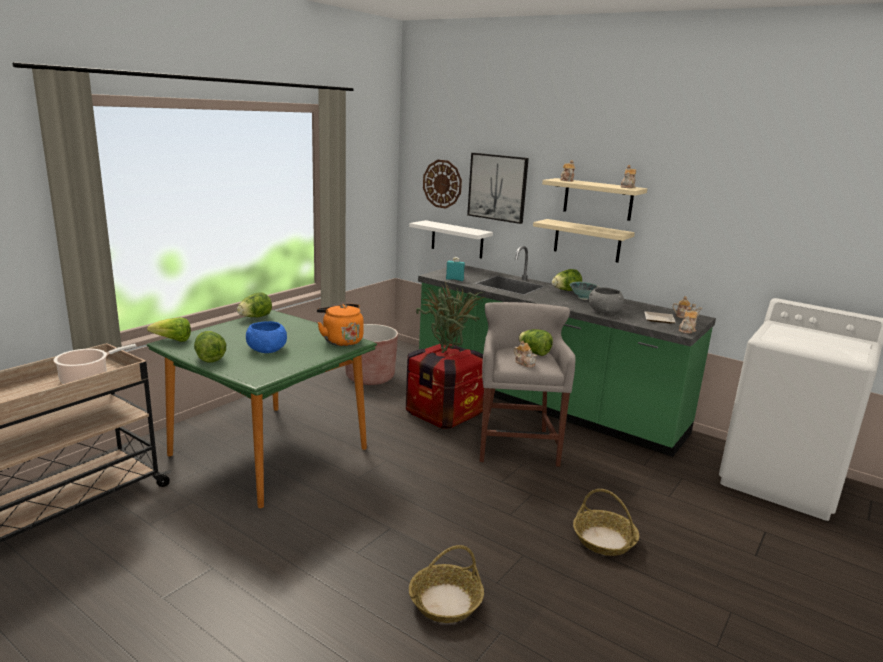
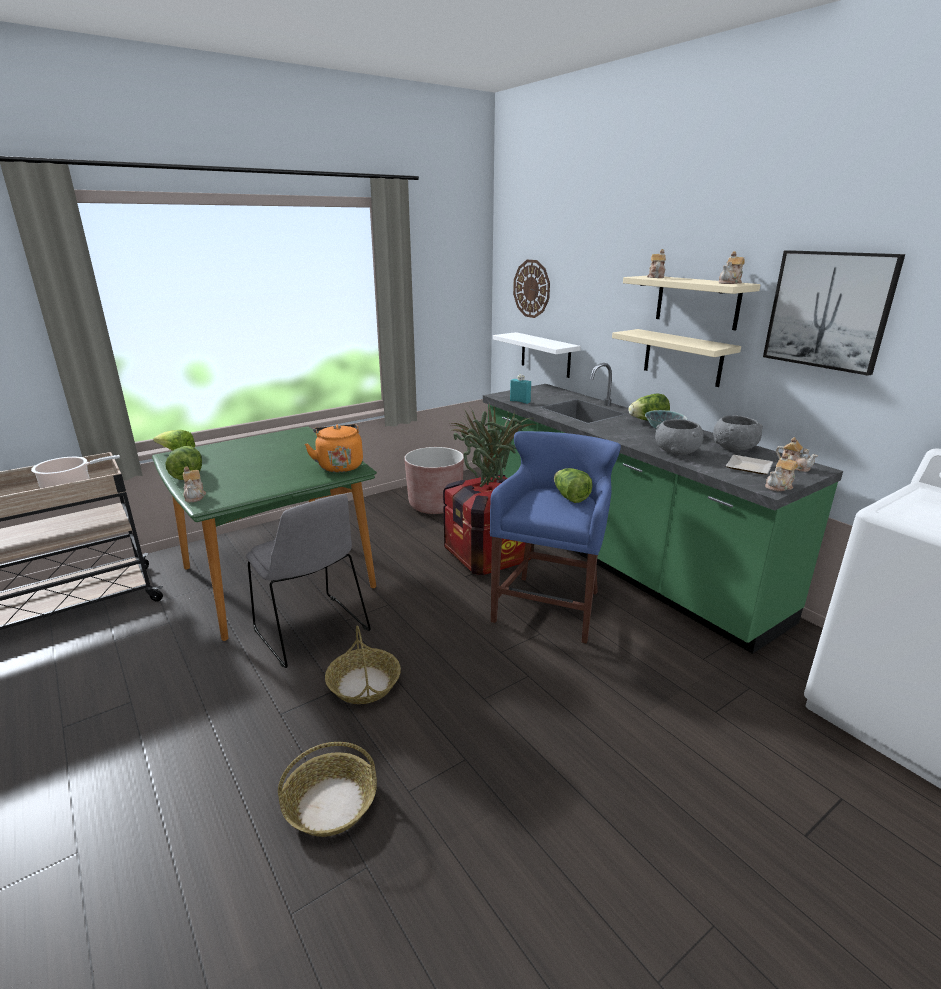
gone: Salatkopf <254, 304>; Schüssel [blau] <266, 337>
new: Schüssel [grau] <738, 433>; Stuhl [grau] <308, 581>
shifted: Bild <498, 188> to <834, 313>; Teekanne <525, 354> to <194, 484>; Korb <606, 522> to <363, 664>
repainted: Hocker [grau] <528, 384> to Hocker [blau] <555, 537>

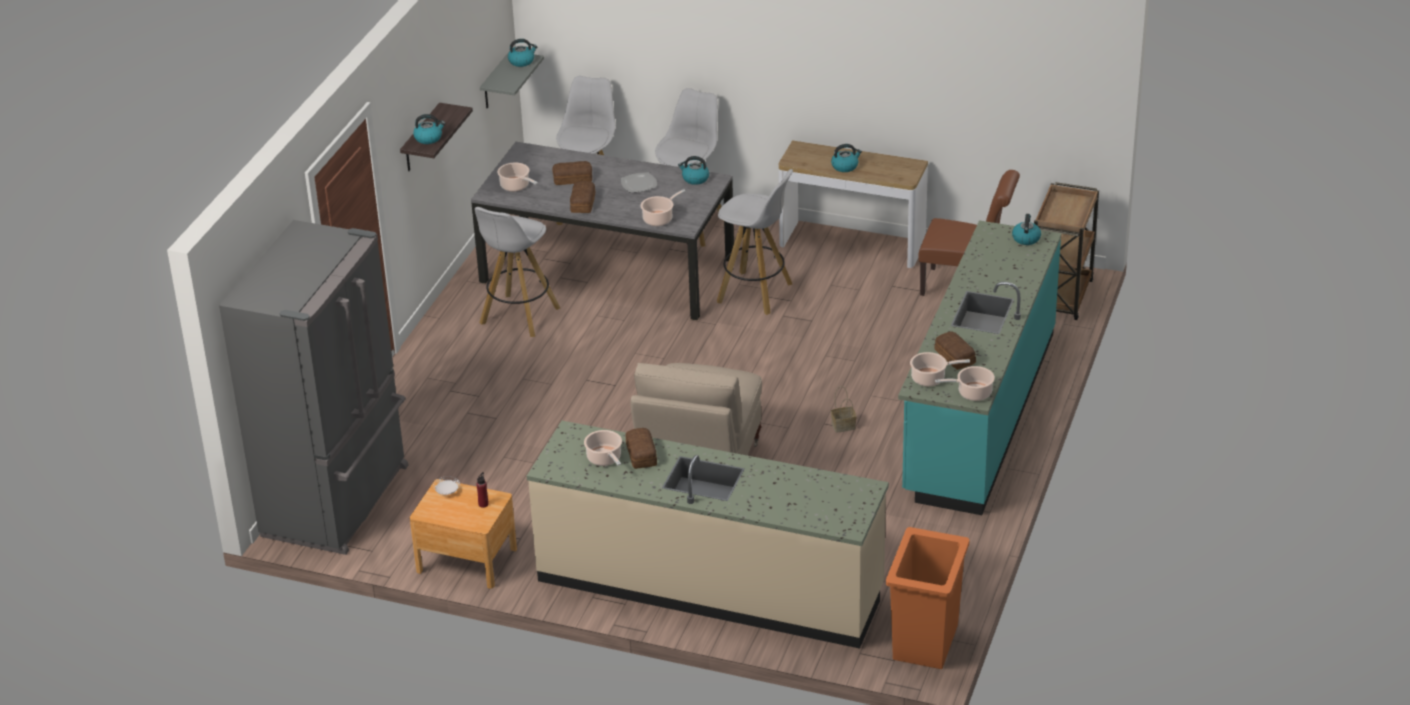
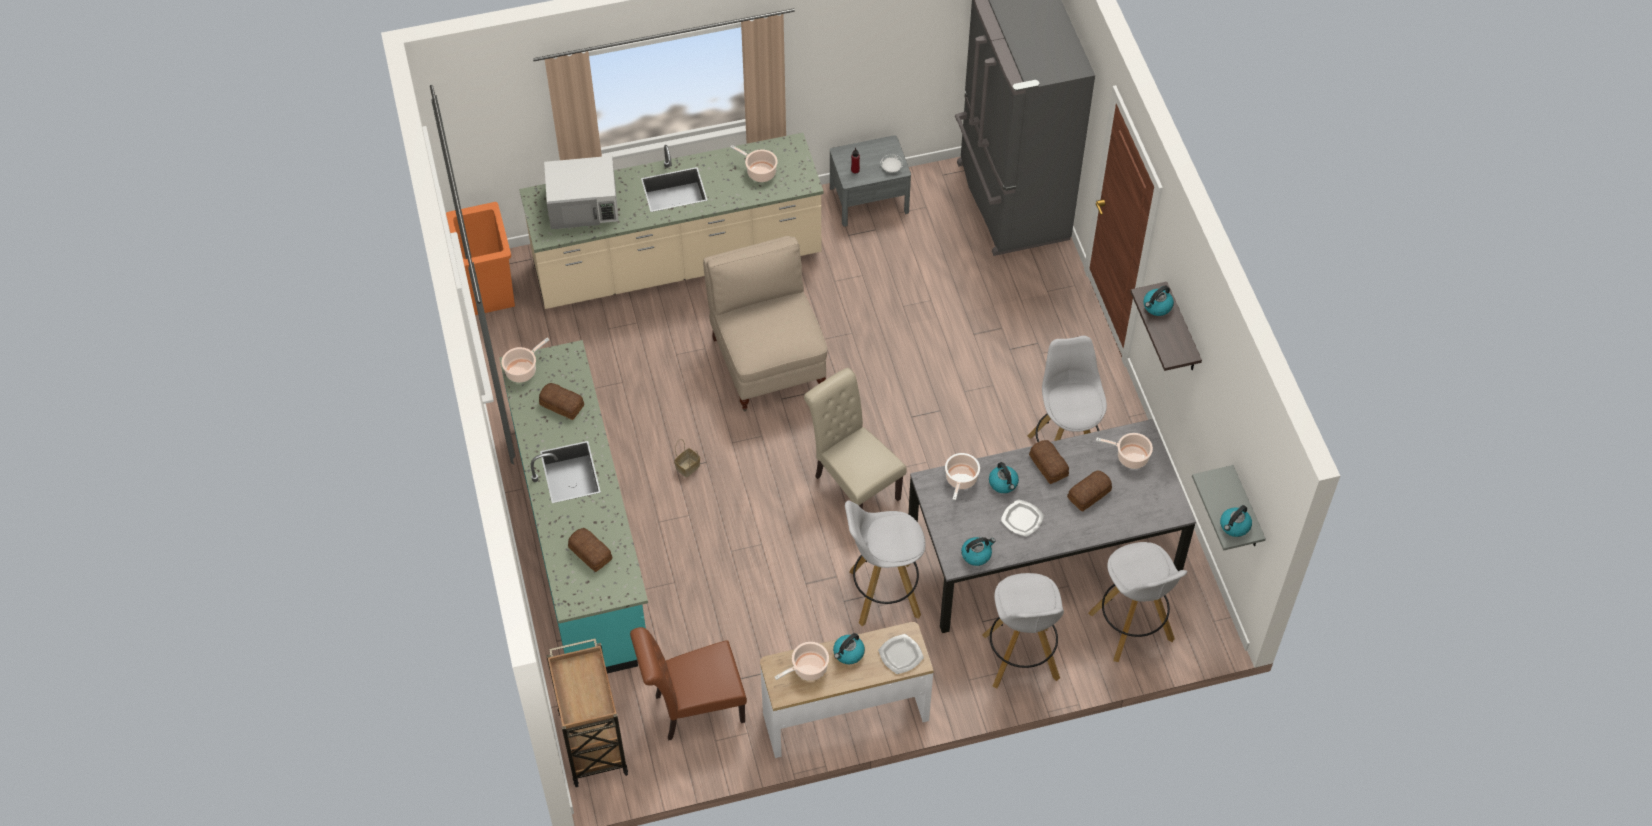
new: Mikrowelle [weiß] <581, 192>; Stuhl [beige] <855, 438>; Teller <901, 654>
shifted: Wasserkessel <1026, 229> to <1004, 477>; Kochtopf <940, 369> to <801, 661>; Brot <641, 448> to <590, 550>
repainted: Nachttisch [braun] <463, 534> to Nachttisch [grau] <870, 181>

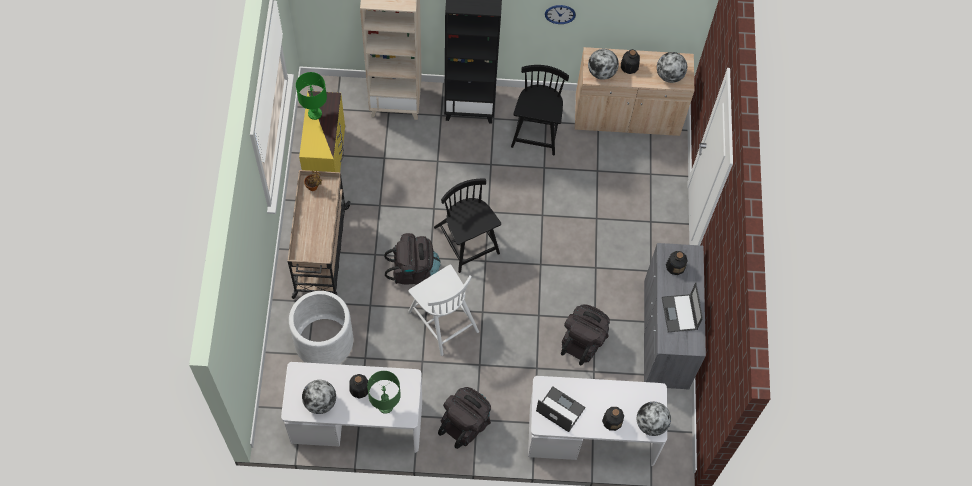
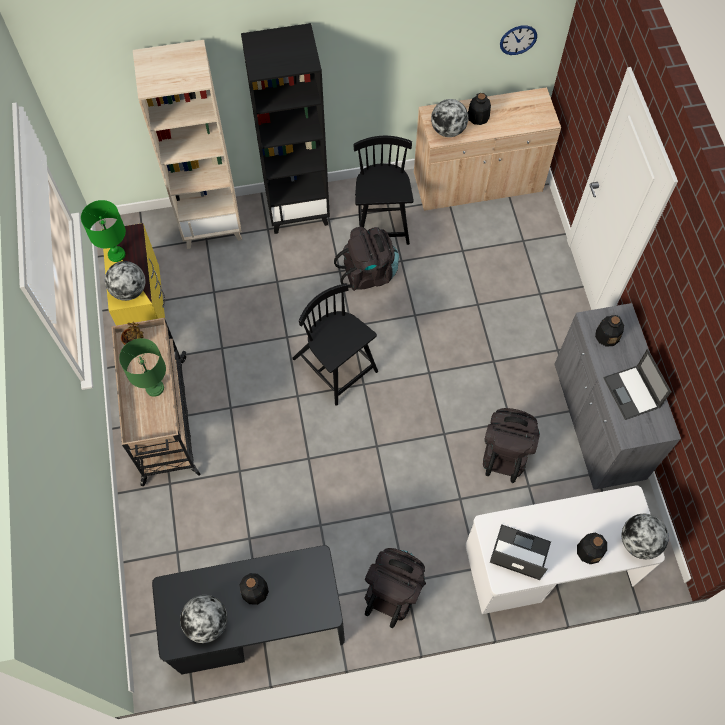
gone: Stuhl [weiß] <443, 310>; Pflanzkübel [weiß] <321, 327>
shifted: Wanduhr <560, 14> to <518, 40>; Globus <672, 67> to <125, 281>; Rucksack [schwarz] <412, 259> to <366, 259>; Tischlampe [grün] <384, 392> to <142, 367>
repainted: Schreibtisch [weiß] <351, 407> to Schreibtisch [schwarz] <248, 610>

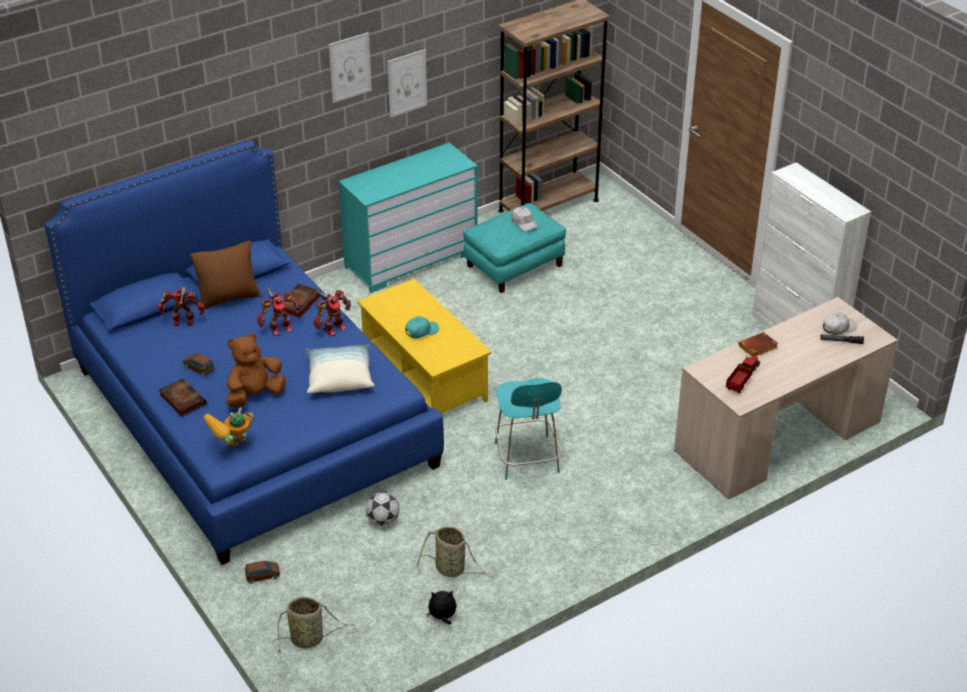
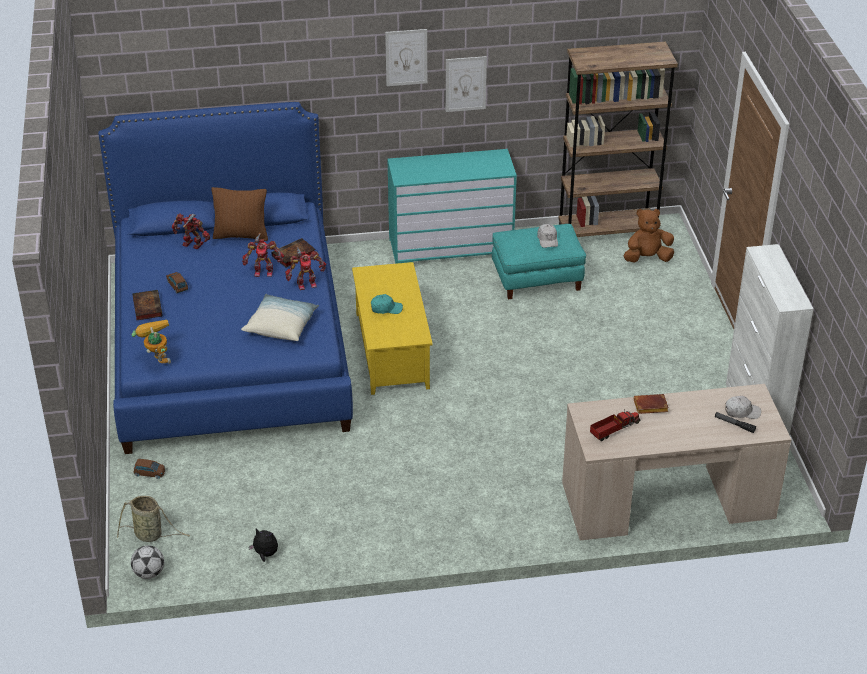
gone: Stuhl [türkis] <528, 429>; Korb <455, 552>
shifted: Plüschtier [braun] <256, 370> to <649, 235>; Fußball <382, 509> to <147, 562>
rotated: Spielzeugroboter <228, 426> = <151, 342> 75 degrees clockwise

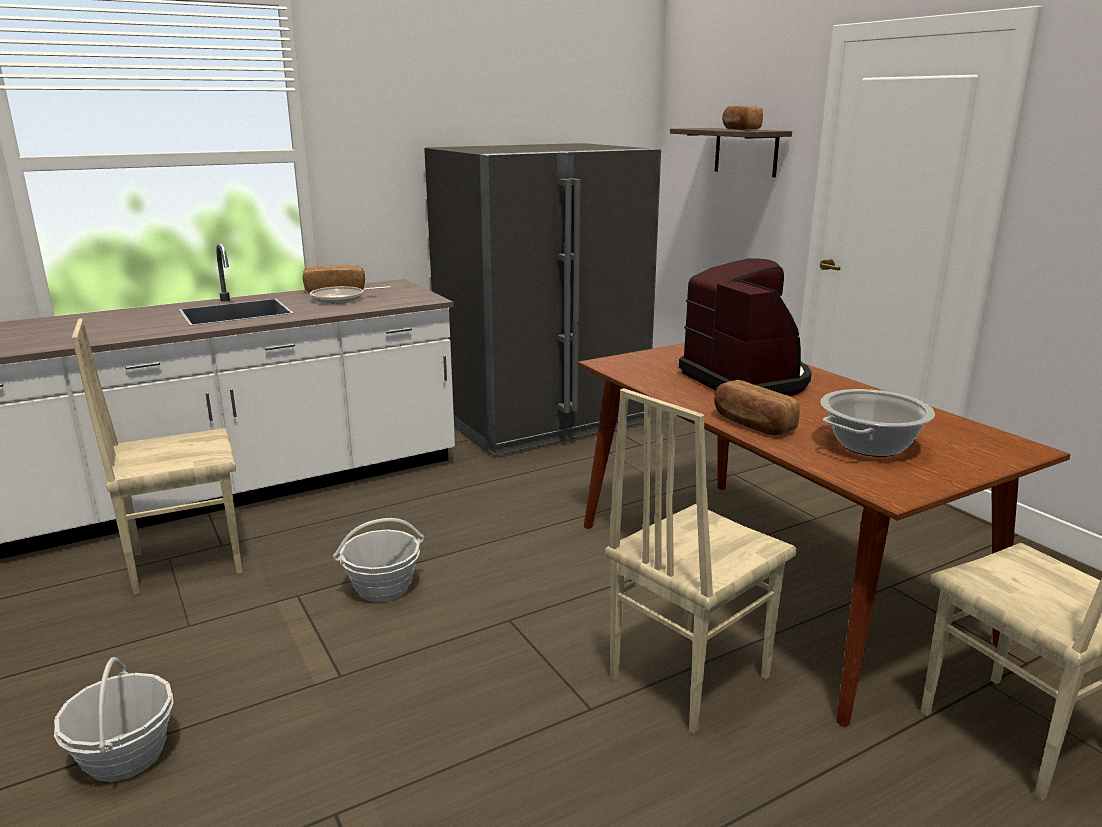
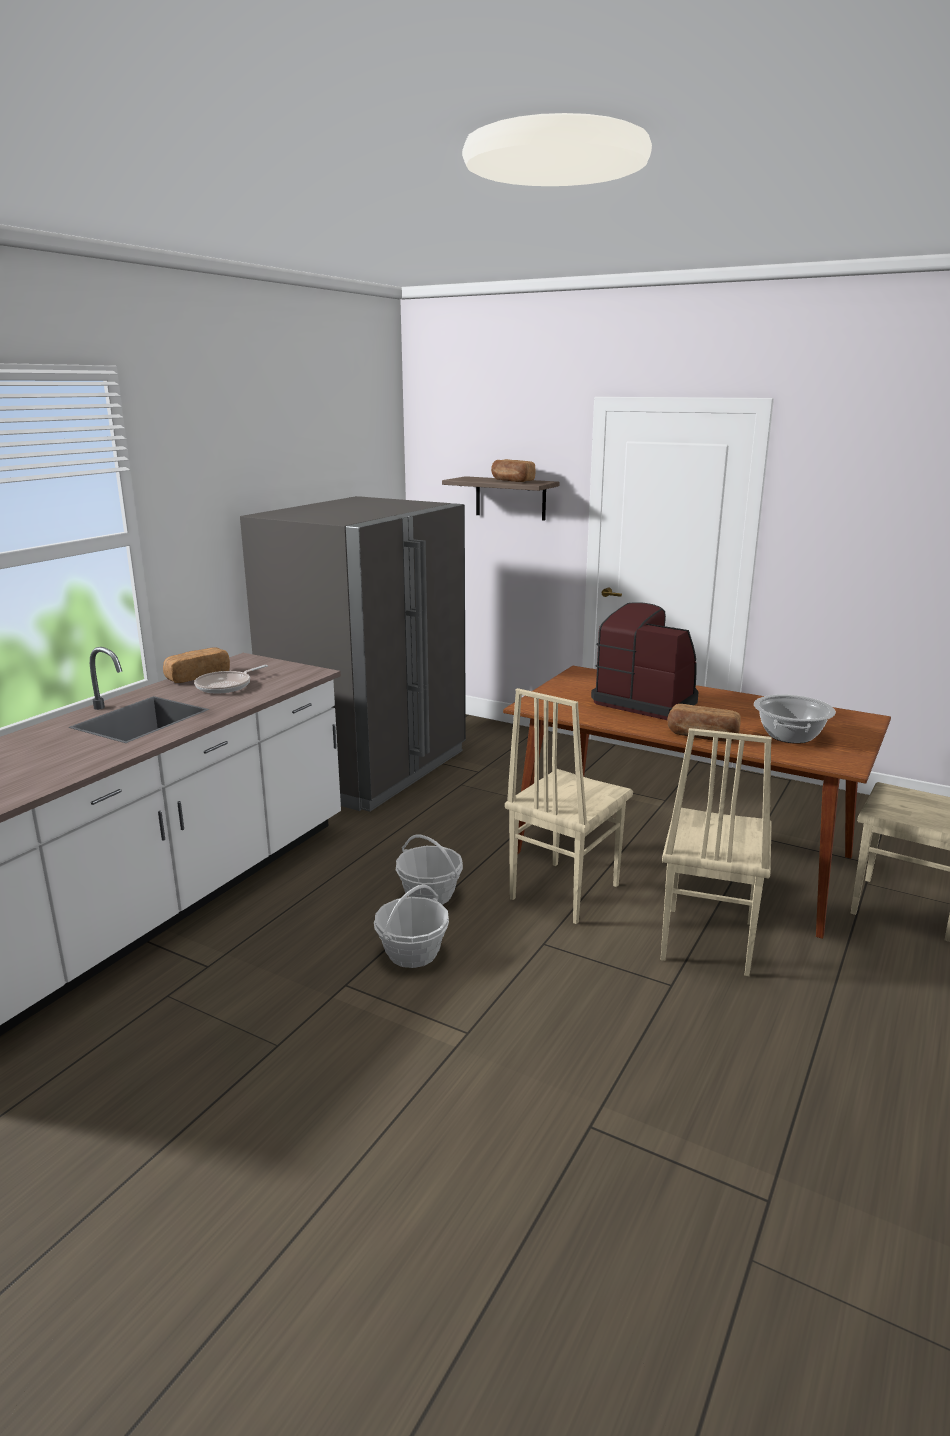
shifted: Stuhl [beige] <157, 456> to <569, 806>; Korb <113, 719> to <429, 870>

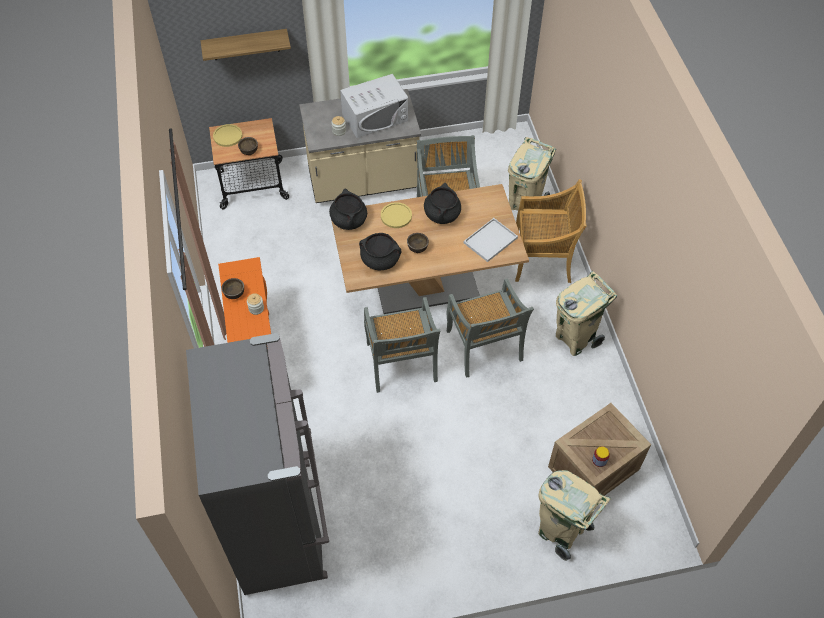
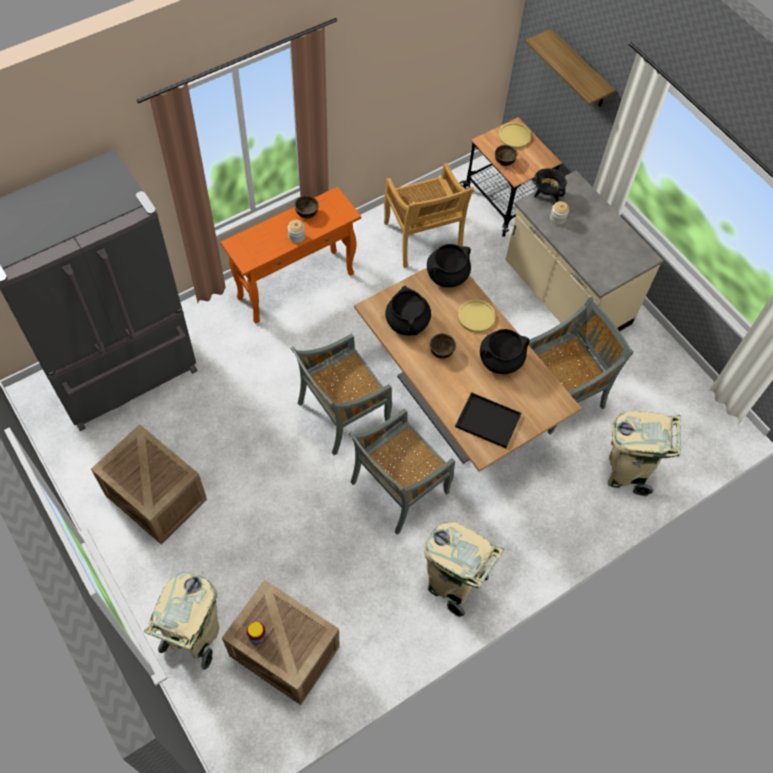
gone: Mikrowelle [weiß] <374, 106>
new: Kochtopf [schwarz] <550, 185>; Kiste <149, 485>
shifted: Stuhl [beige] <551, 231> to <429, 215>
repainted: Tablett [weiß] <491, 240> to Tablett [schwarz] <488, 420>

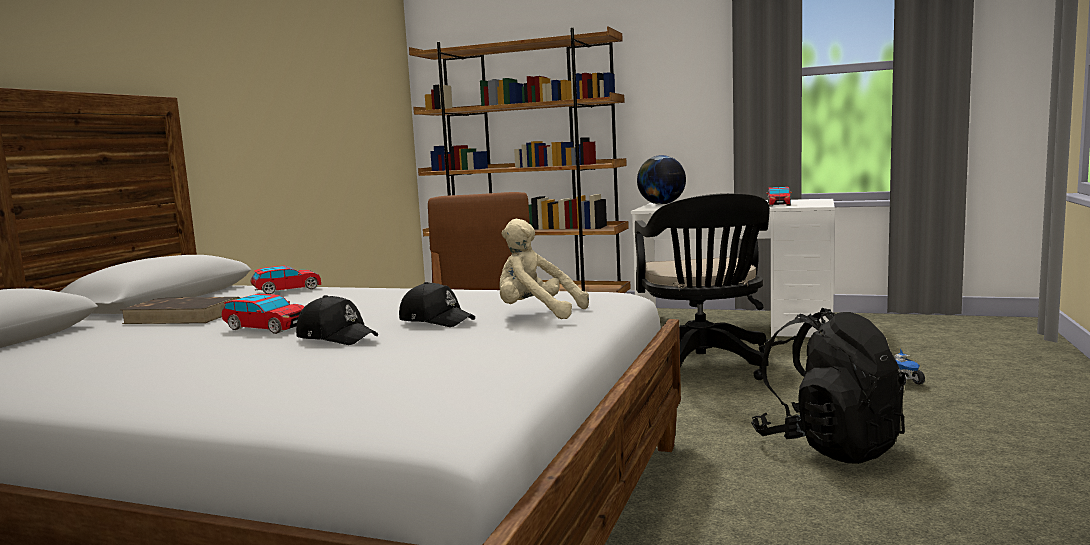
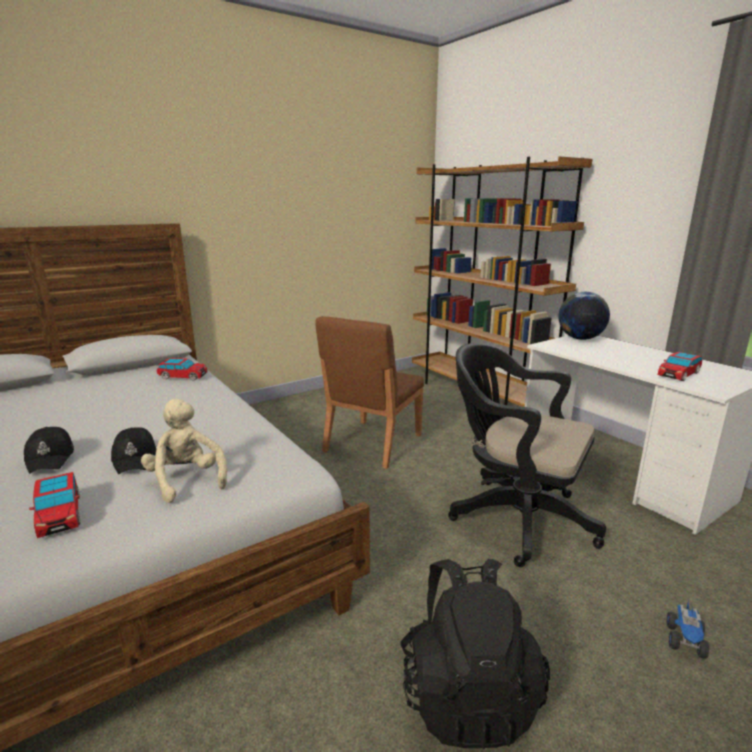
gone: Buch [braun] <180, 310>
shifted: Spielzeugauto <263, 314> to <54, 505>
rotated: Bürostuhl [schwarz] <702, 286> = <527, 455> 90 degrees clockwise

